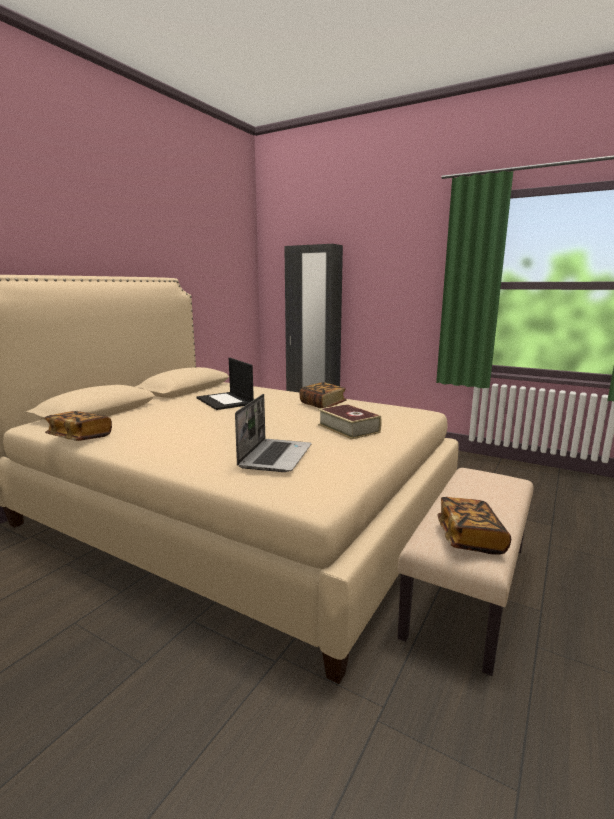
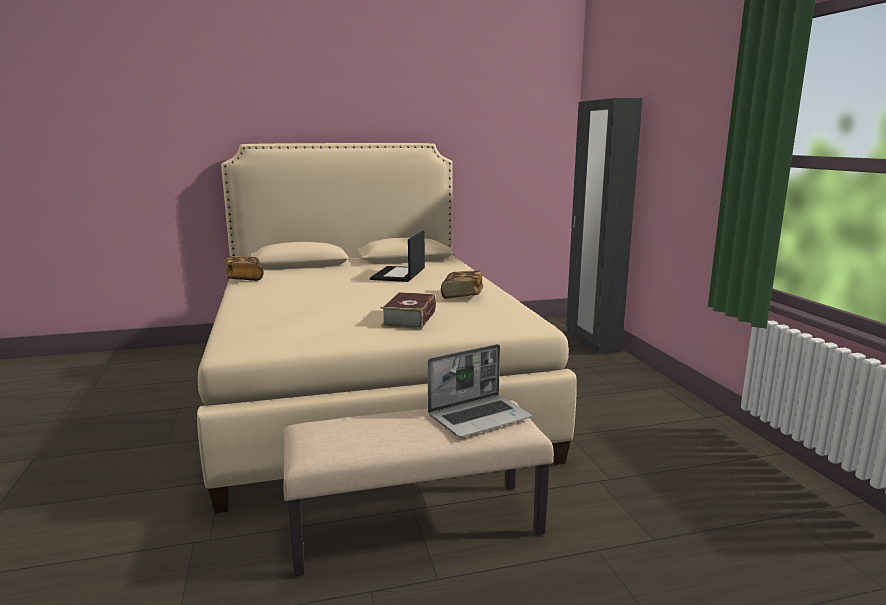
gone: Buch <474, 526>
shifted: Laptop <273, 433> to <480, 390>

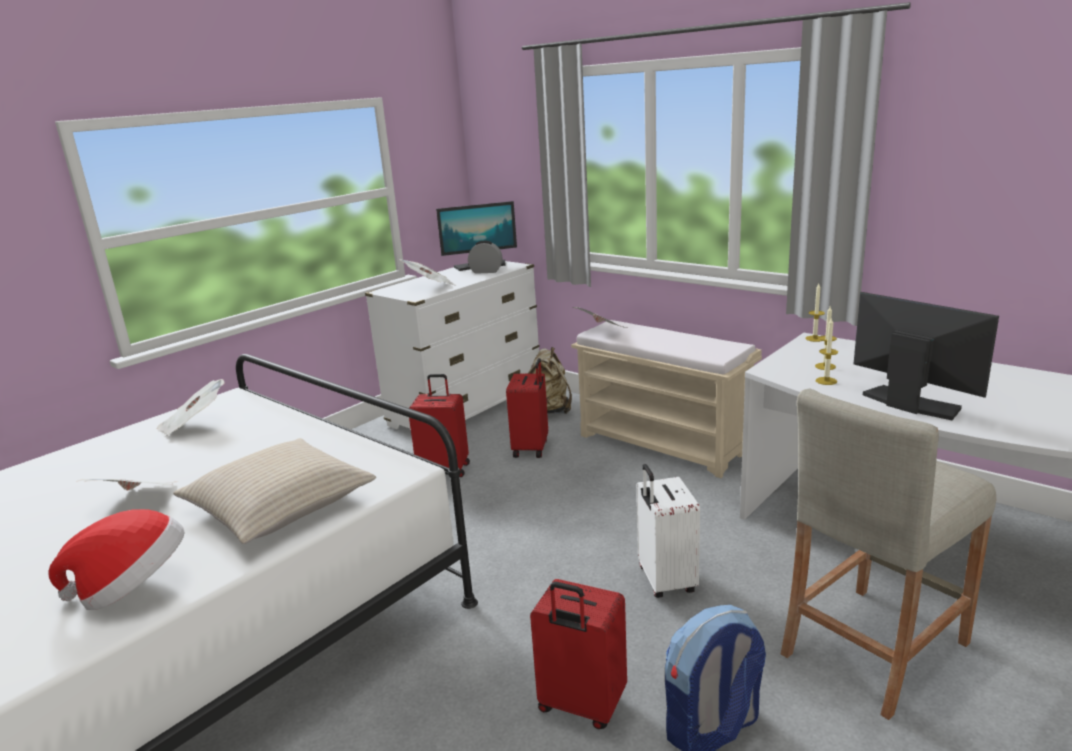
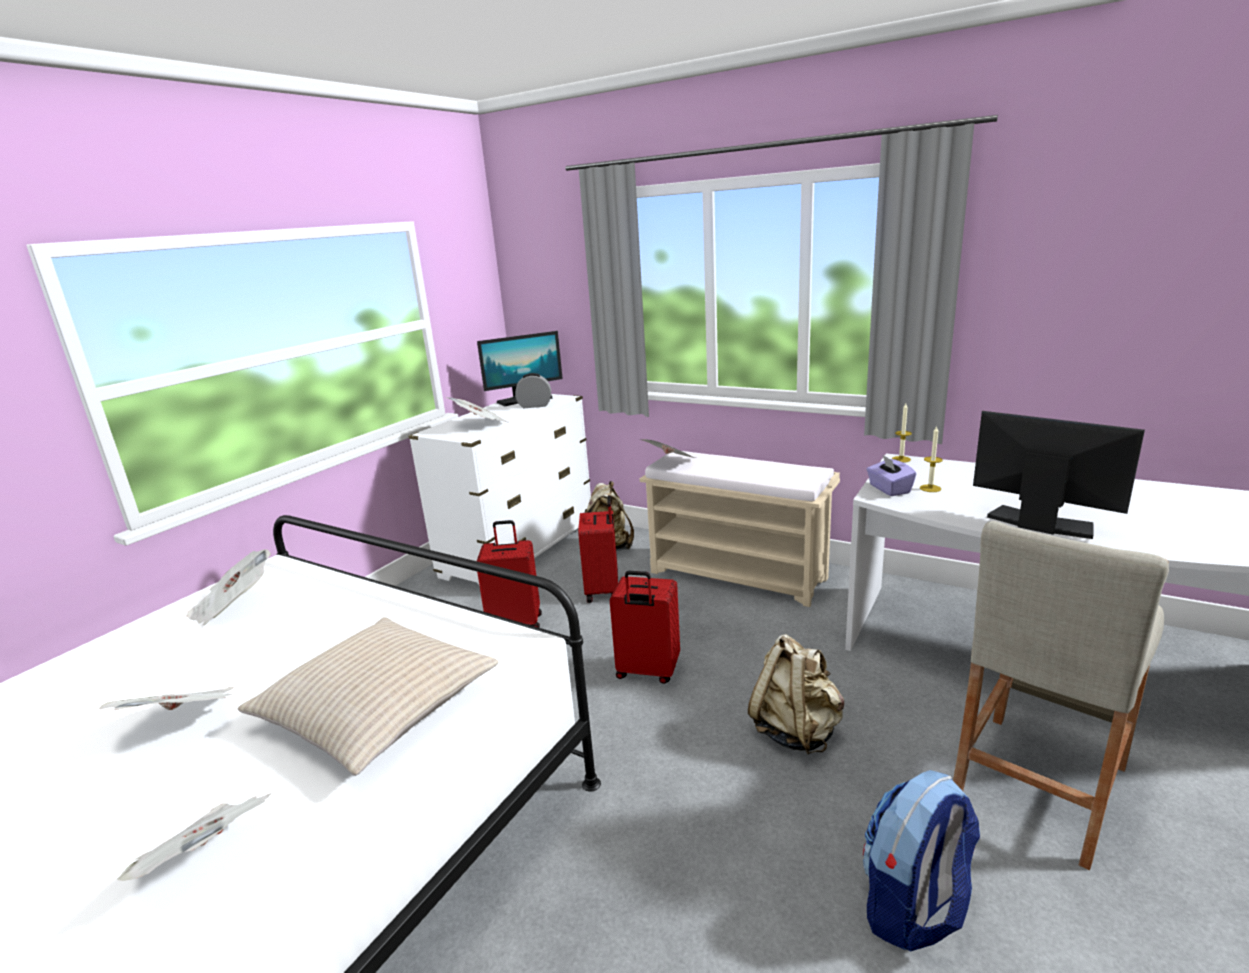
gone: Kerze <826, 351>
new: Taschentuchbox [lila] <891, 475>
shifted: Koffer [rot] <578, 654> to <645, 627>
swapped: Koffer [weiß] <668, 531> to Rucksack [beige] <796, 694>; Hut <116, 559> to Zeitung <194, 837>

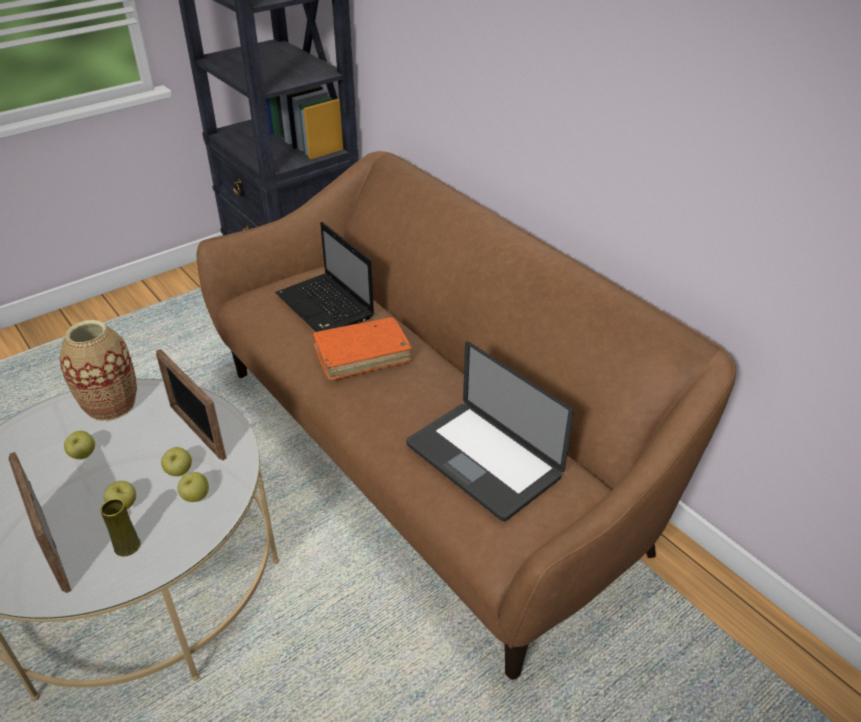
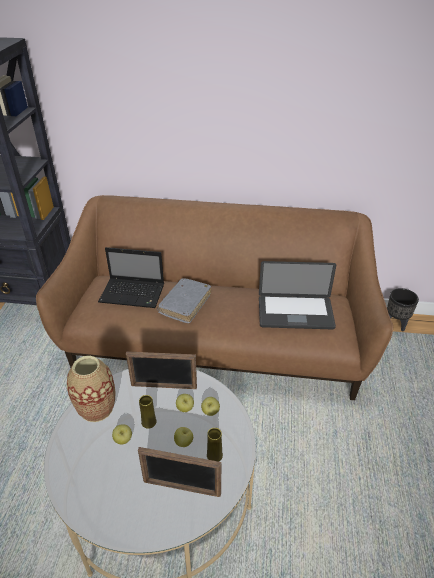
new: Pflanzkübel [schwarz] <403, 310>; Vase [gelb] <148, 412>
repainted: Buch [orange] <362, 348> to Buch [grau] <184, 301>

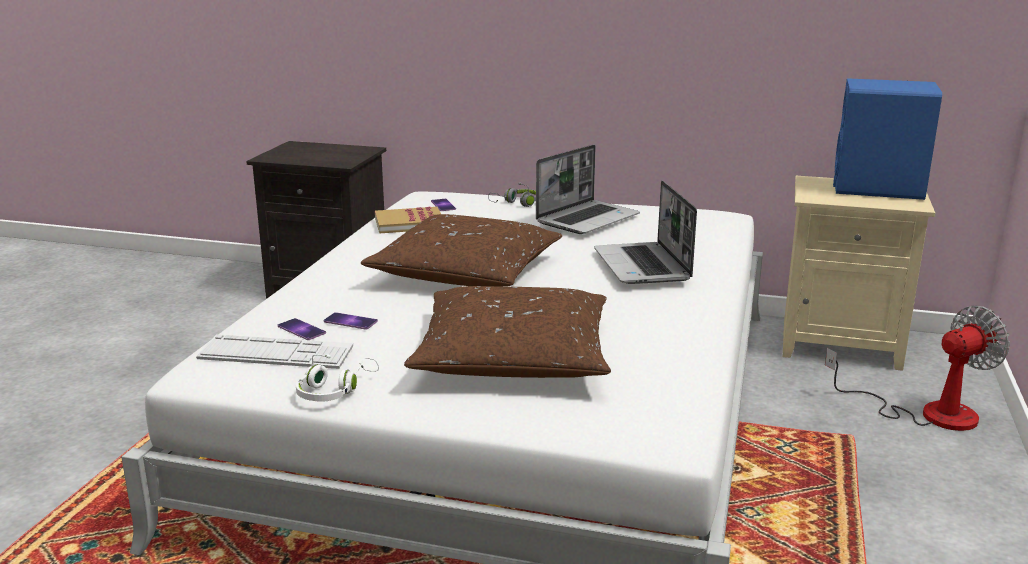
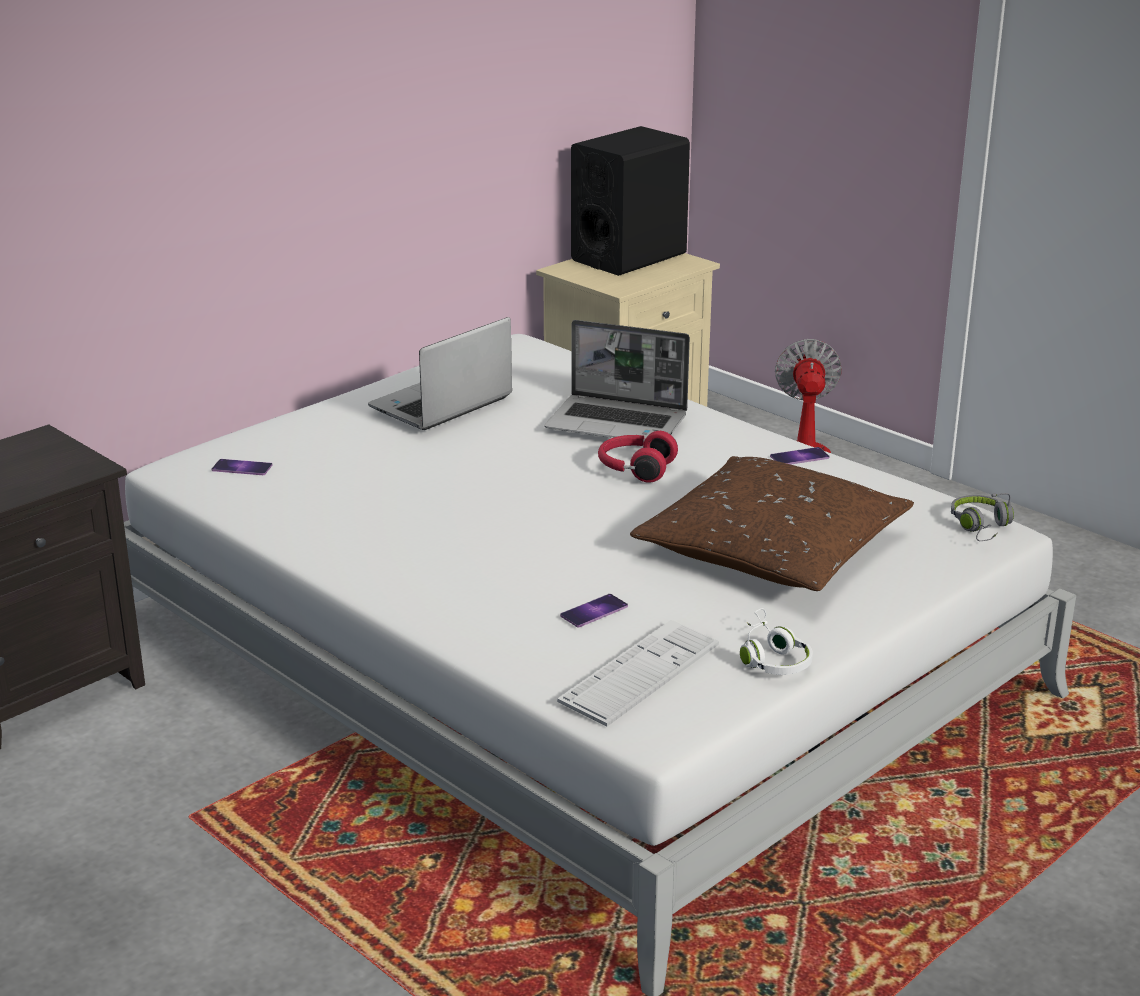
gone: Buch <408, 220>; Kissen [braun] <461, 250>
new: Kopfhörer [rot] <638, 457>
shifted: Kopfhörer [grau] <512, 194> to <982, 517>; Handy <301, 329> to <800, 455>
repainted: Lautsprecher [blau] <887, 139> to Lautsprecher [schwarz] <630, 201>
rotated: Laptop <588, 189> = <440, 373> 120 degrees counterclockwise

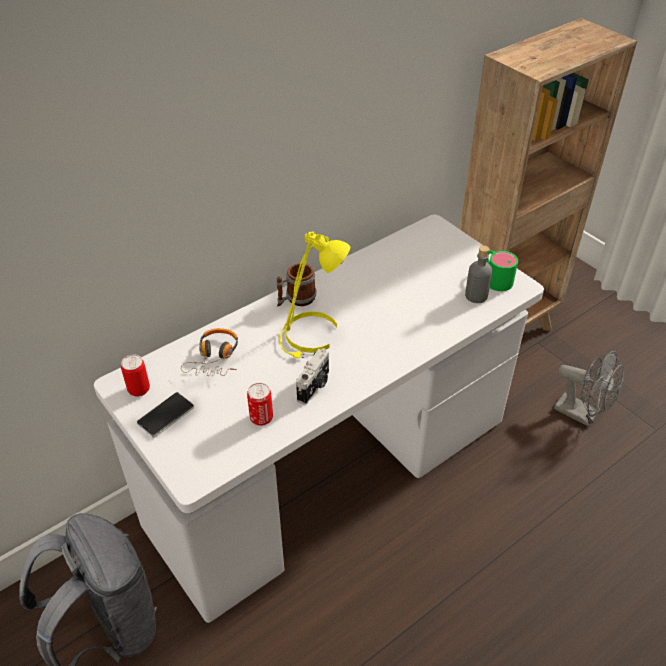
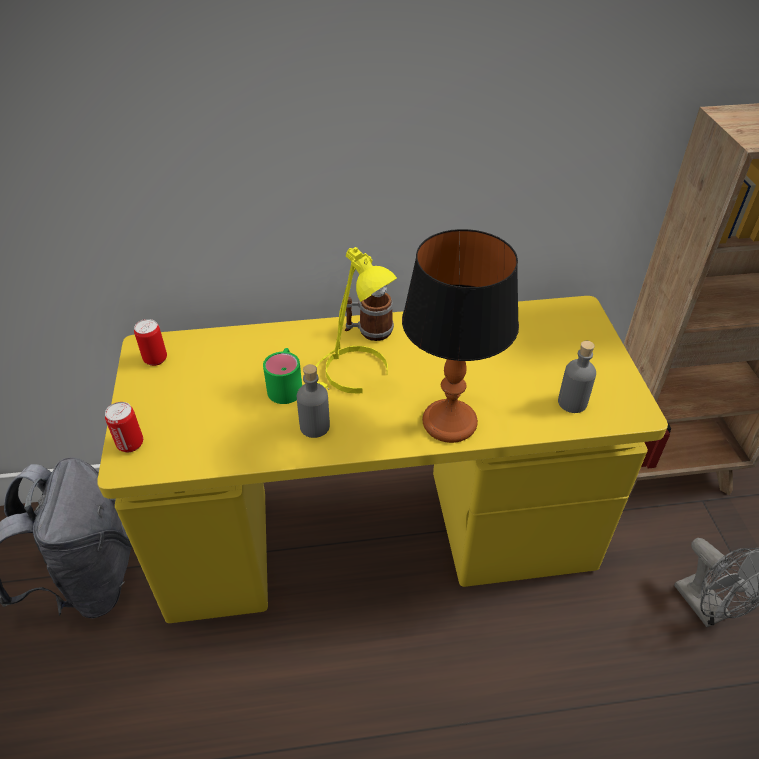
gone: Kopfhörer <209, 352>; Handy <165, 415>
new: Tischlampe <460, 336>
shifted: Henkelbecher [grün] <502, 270> to <282, 376>; Dose <260, 404> to <124, 427>
swapped: Kamera <312, 376> to Flasche [grau] <313, 401>
repainted: Schreibtisch [weiß] <319, 418> to Schreibtisch [gelb] <382, 459>

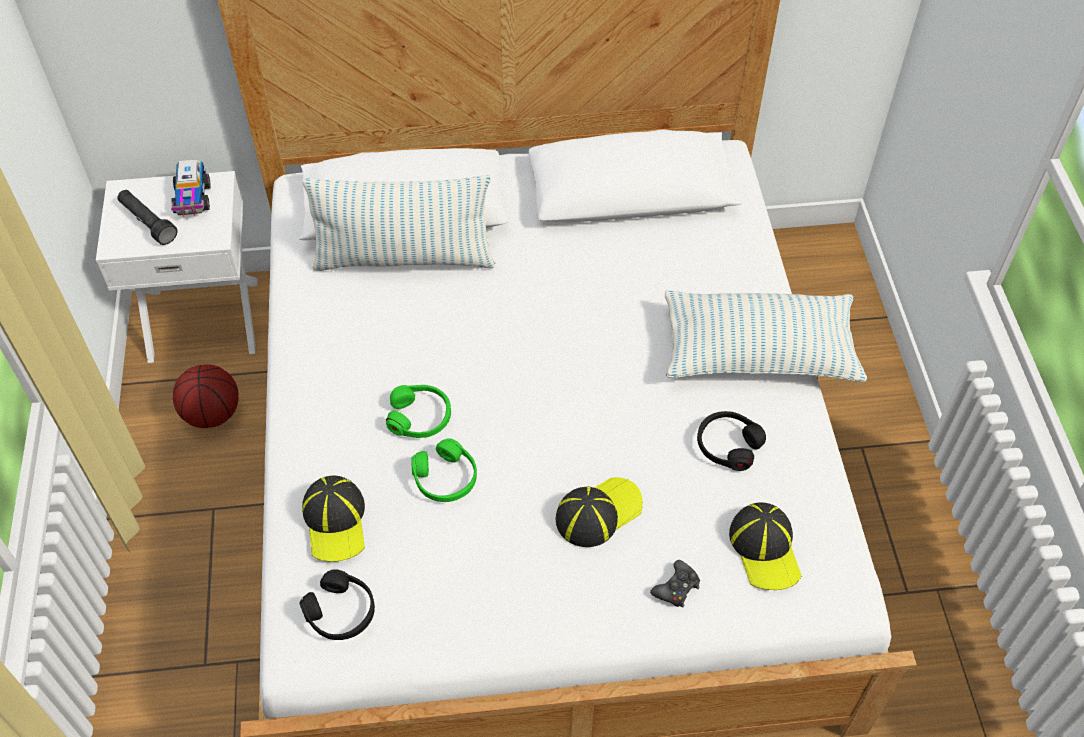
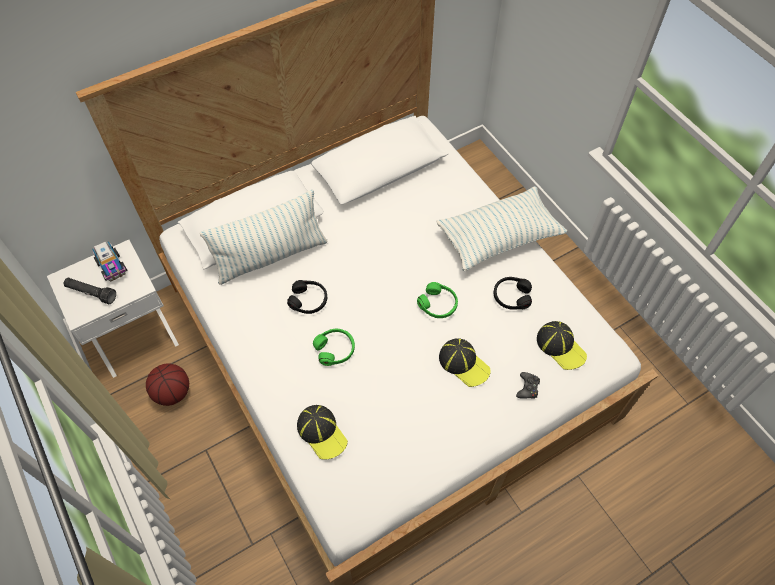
shifted: Kopfhörer [grün] <444, 470> to <437, 300>; Kopfhörer [schwarz] <337, 604> to <307, 297>
rotated: Kappe <599, 512> = <464, 362> 105 degrees clockwise

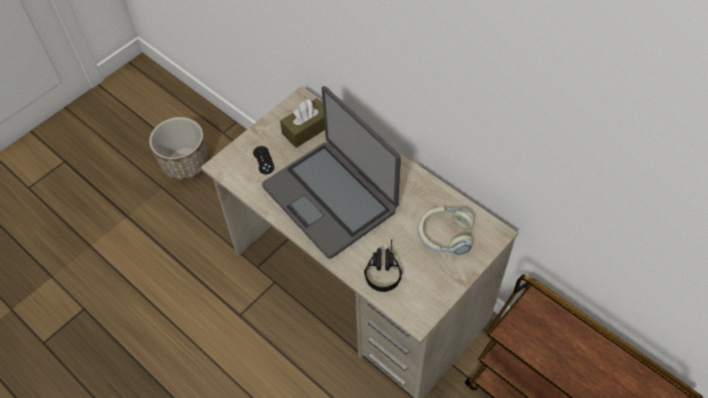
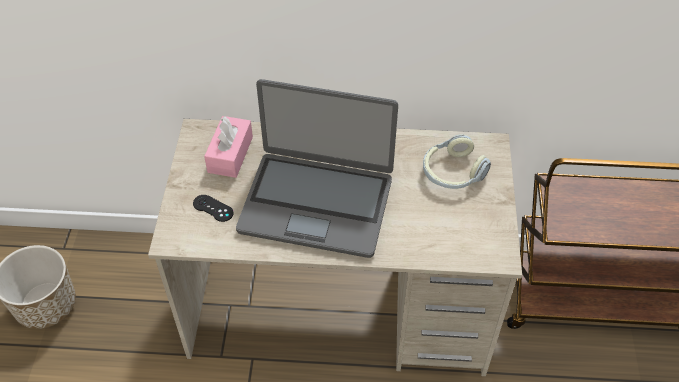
gone: Kopfhörer [schwarz] <383, 265>
repainted: Taschentuchbox [braun] <302, 123> to Taschentuchbox [rosa] <228, 147>

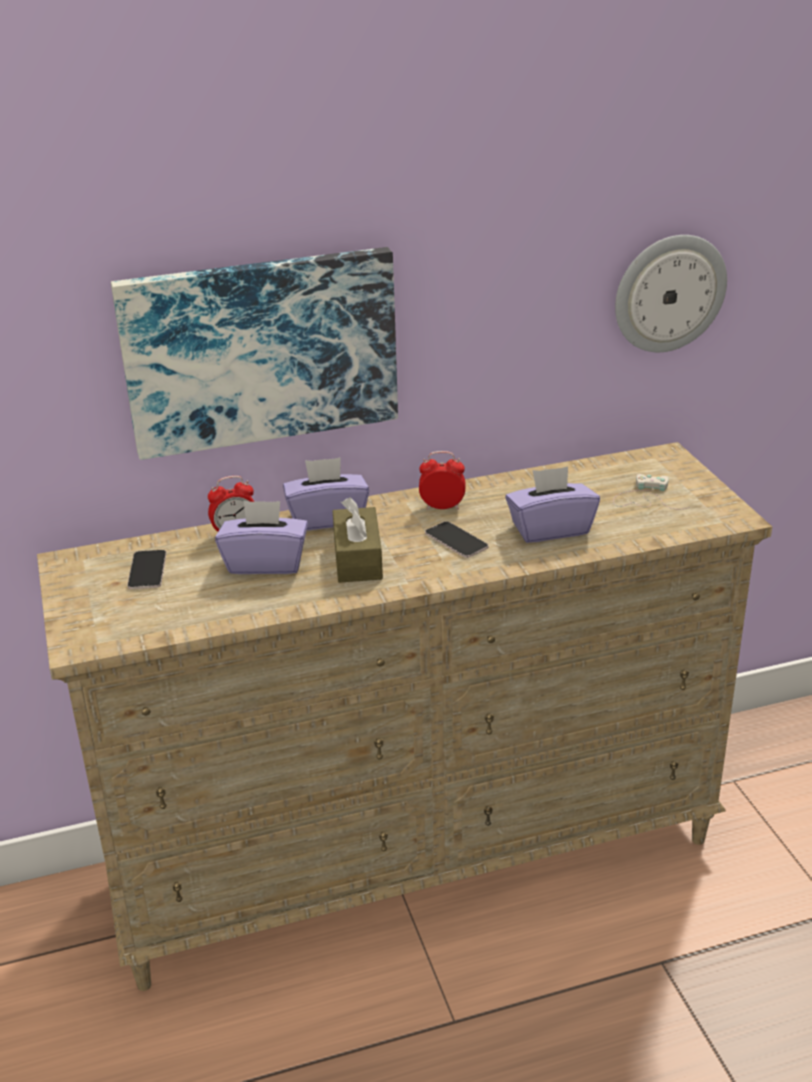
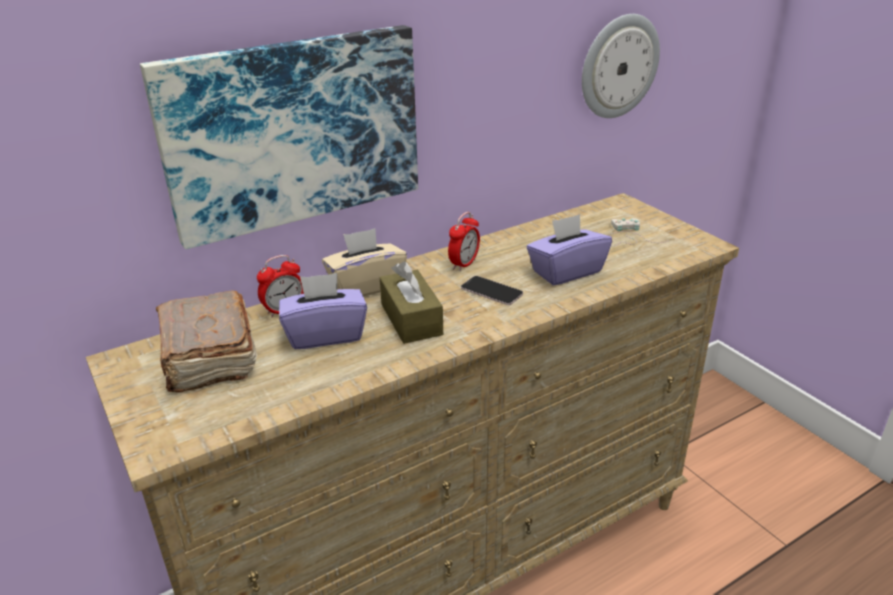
swapped: Handy <146, 569> to Buch [braun] <206, 341>
repainted: Taschentuchbox [lila] <326, 494> to Taschentuchbox [beige] <364, 262>
rotated: Wecker <442, 480> = <464, 241> 135 degrees clockwise

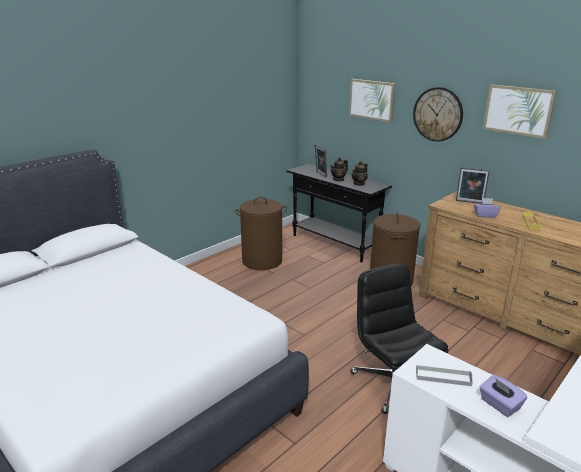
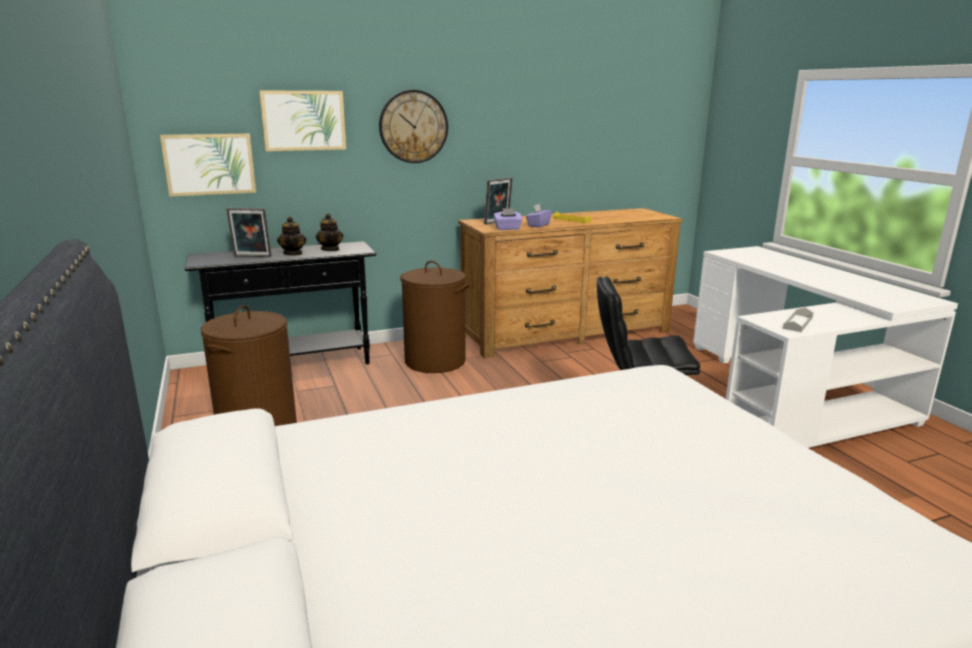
shifted: Bild <520, 111> to <208, 165>; Taschentuchbox [lila] <503, 395> to <508, 219>

